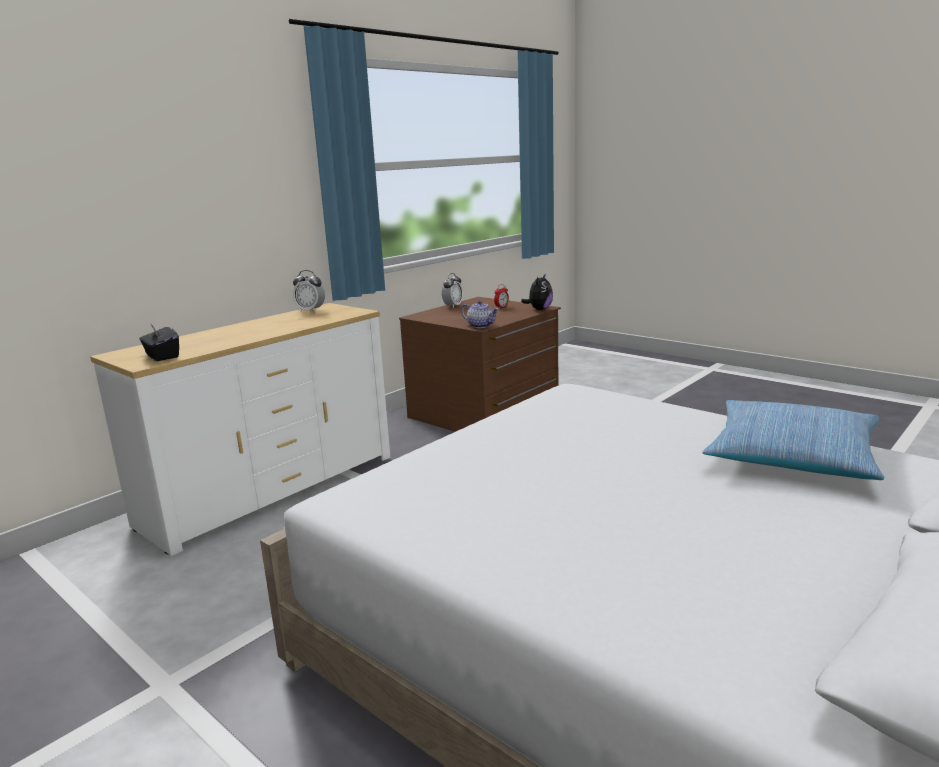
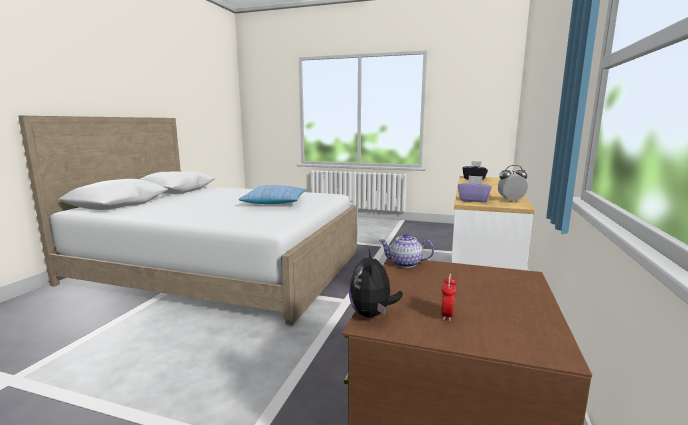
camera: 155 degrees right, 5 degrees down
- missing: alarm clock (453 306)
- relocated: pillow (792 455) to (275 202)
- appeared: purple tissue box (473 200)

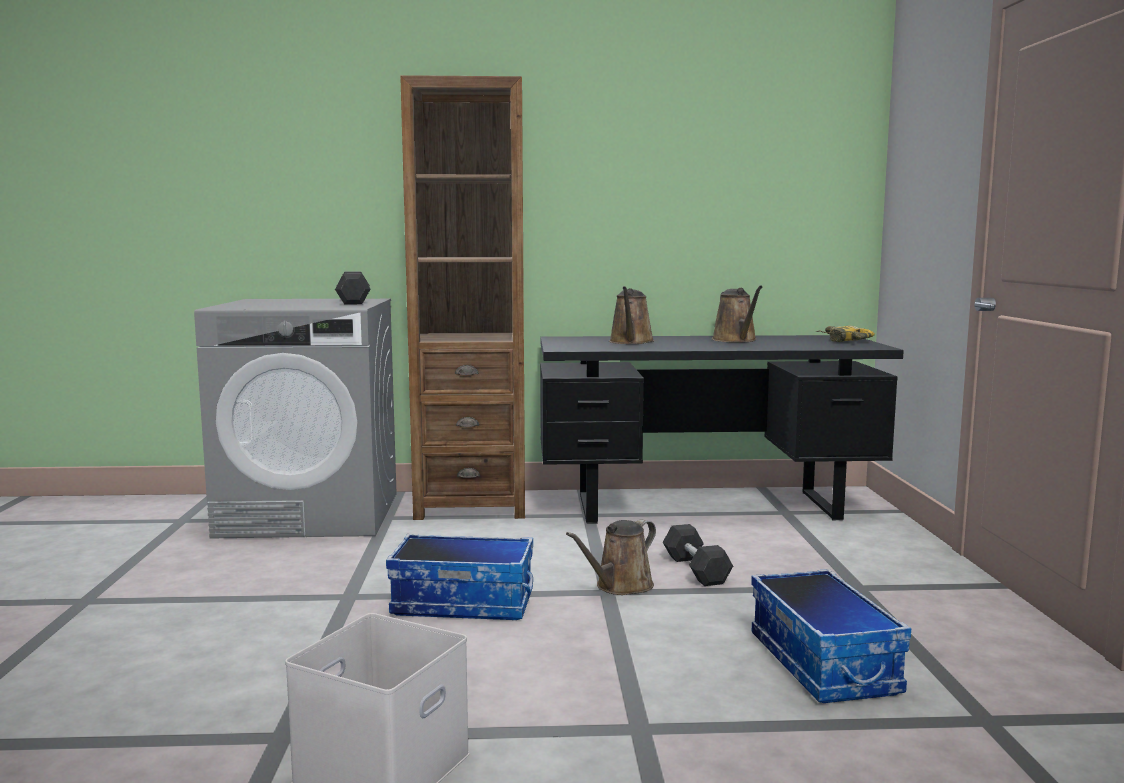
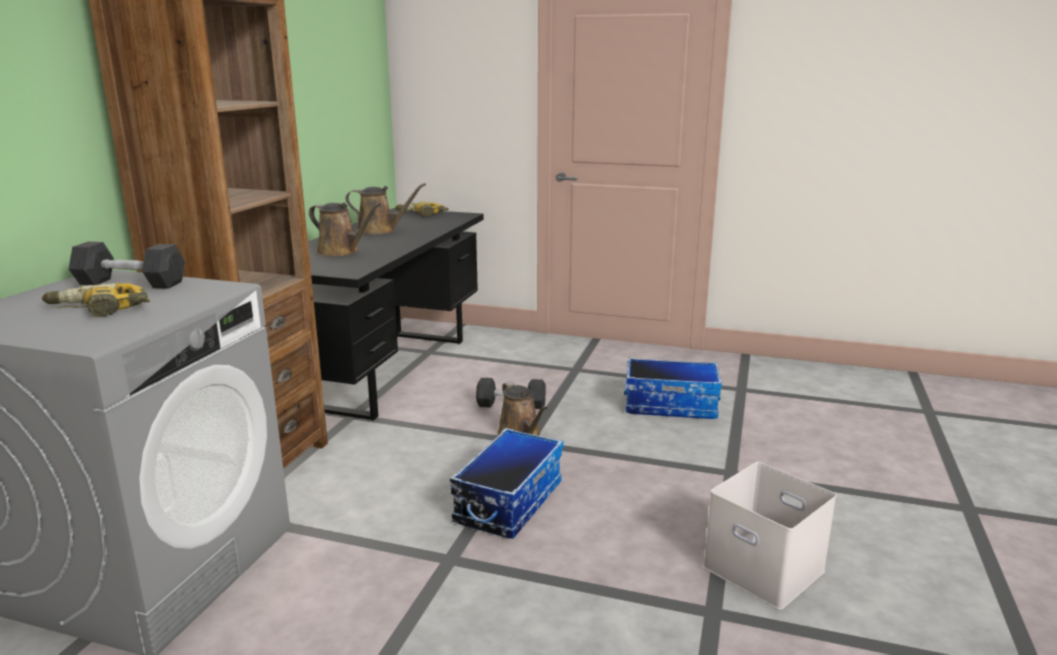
camera: 70 degrees left, 10 degrees up
- appeared: power drill (98 310)

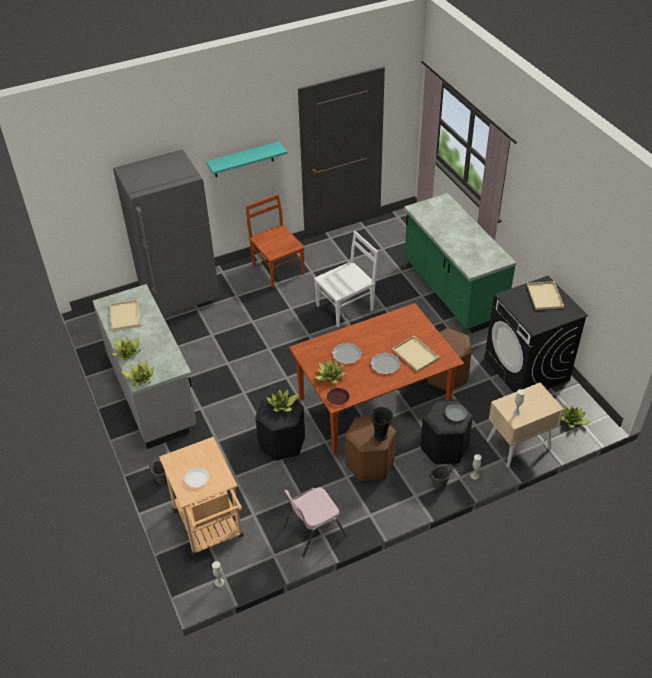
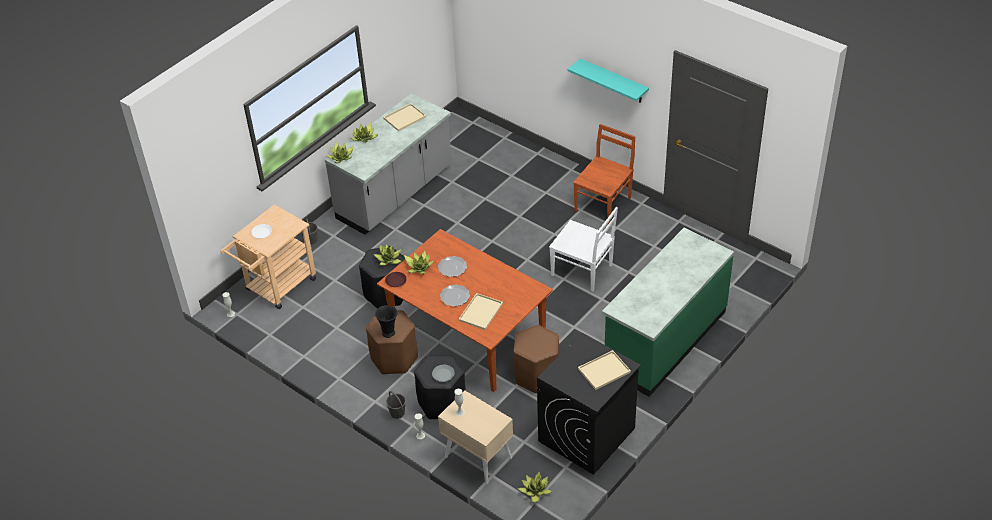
camera: 65 degrees right, 0 degrees up
- missing: grey fridge (180 296)
- missing: pink chair (313 531)

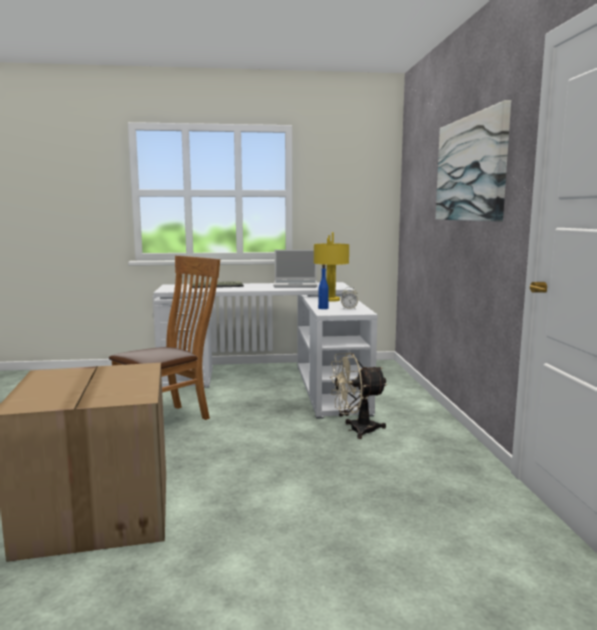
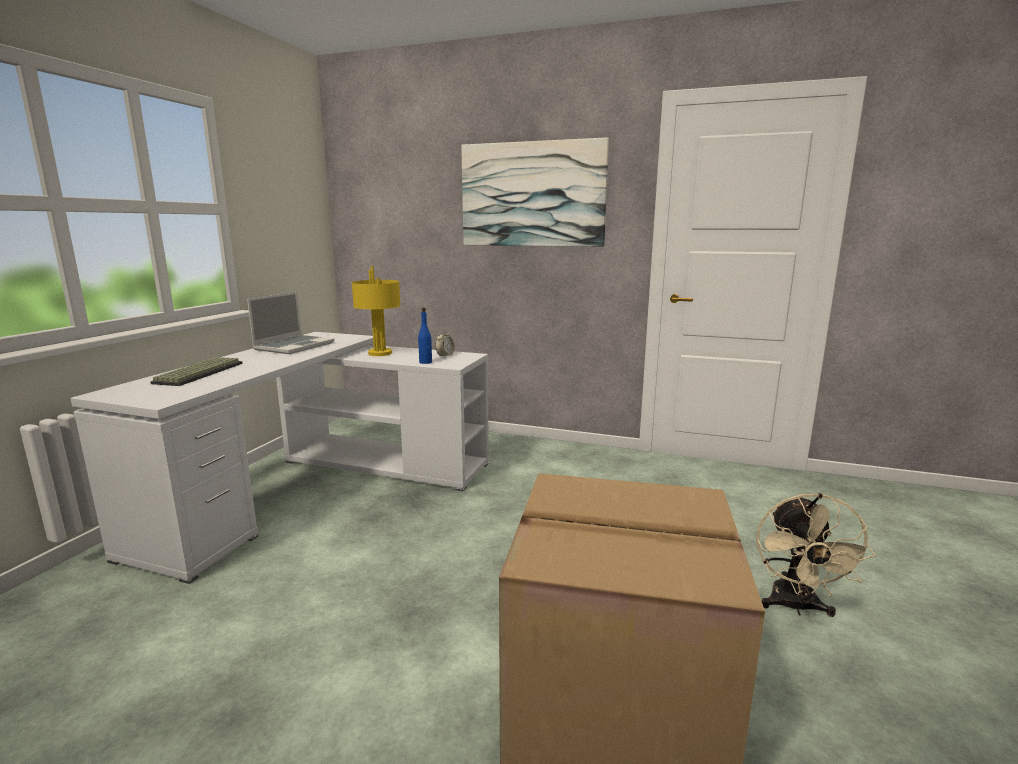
camera: 65 degrees left, 5 degrees up
- missing: brown chair (169 420)
- relocated: beige fan (356 430) to (796 607)

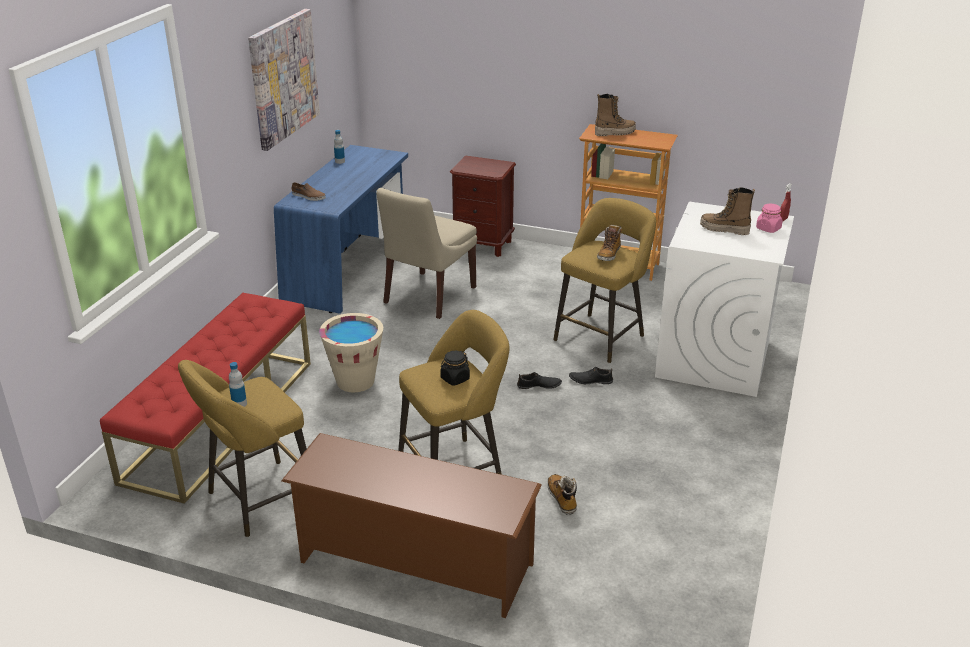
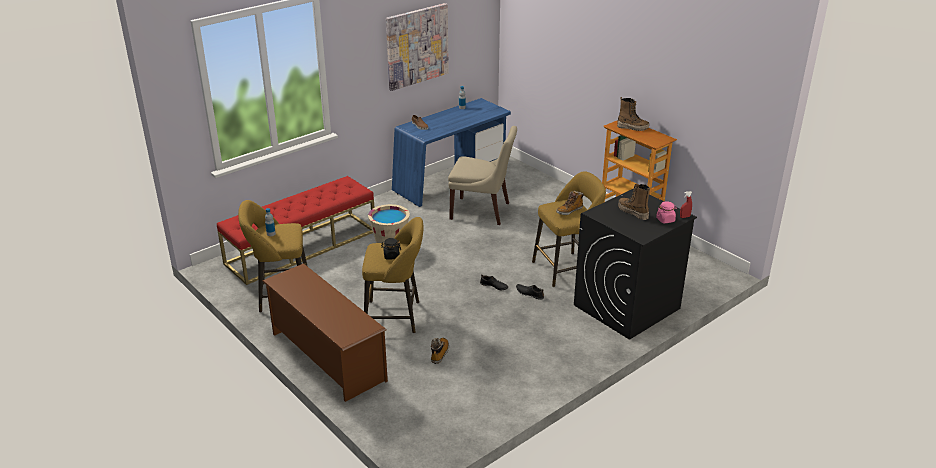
camera: 30 degrees right, 0 degrees up
- missing: brown nightstand (482 245)
- spun: beige chair (428 296) = (482 211) 135 degrees counterclockwise
- colour: white washing machine (713 359) to black washing machine (626 307)

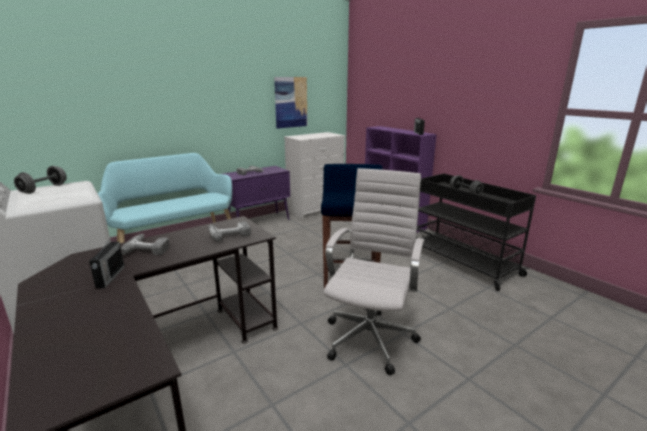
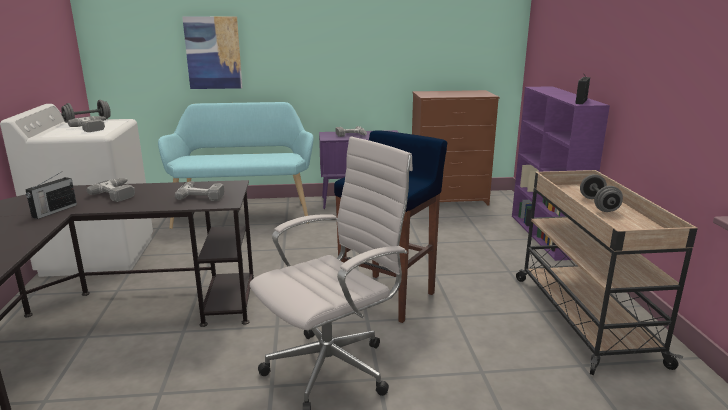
camera: 30 degrees right, 0 degrees up
- relocated: picture (291 102) to (213 53)
- colour: white dresser (315 209) to brown dresser (449 199)
- colour: black cart (460 261) to beige cart (583 317)
- appeared: power drill (94 127)

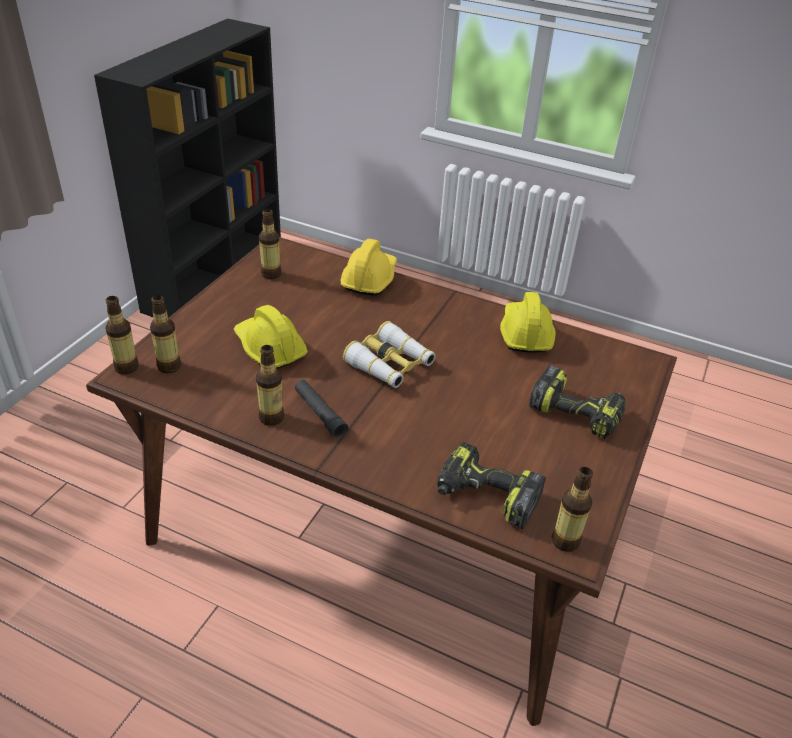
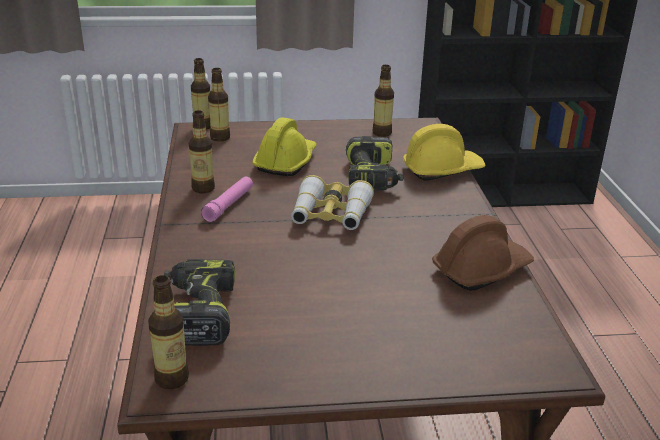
camera: 60 degrees right, 10 degrees down
- colour: yellow hard hat (525 333) to brown hard hat (481 270)
- relocated: power drill (577 412) to (373 177)
- colour: black flashlight (319 413) to pink flashlight (229 205)

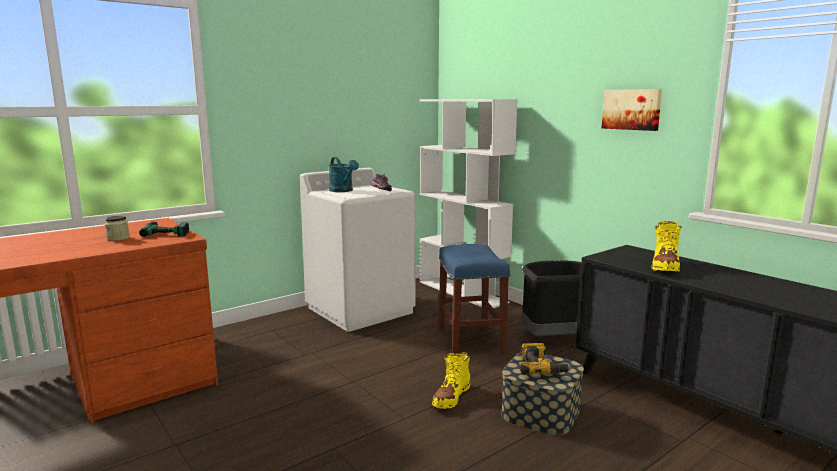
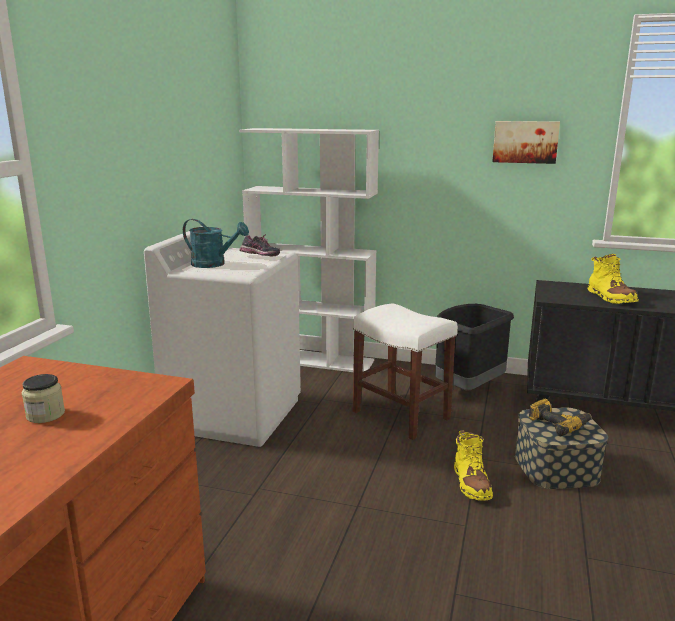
camera: 35 degrees left, 5 degrees up
- missing: power drill (167 231)
- colour: blue stool (469 341) to white stool (399 415)

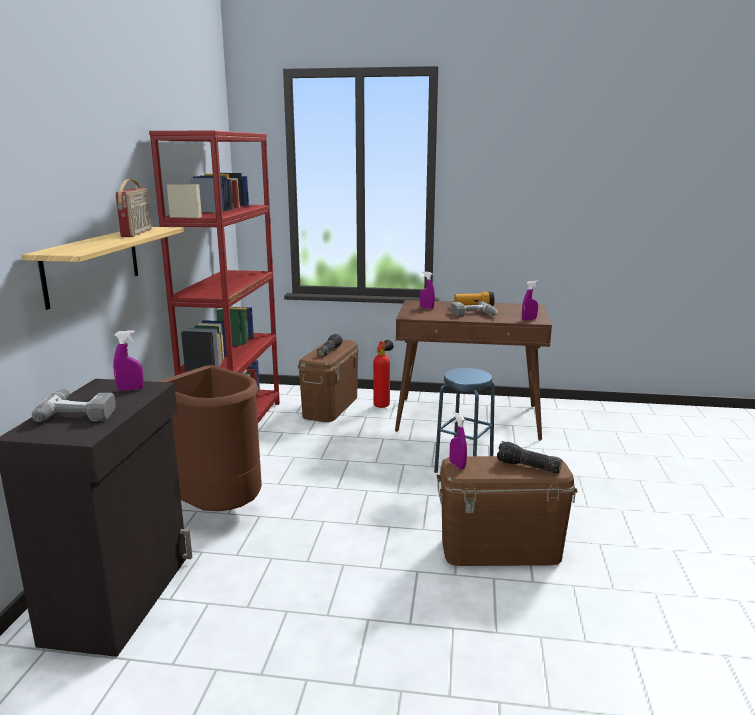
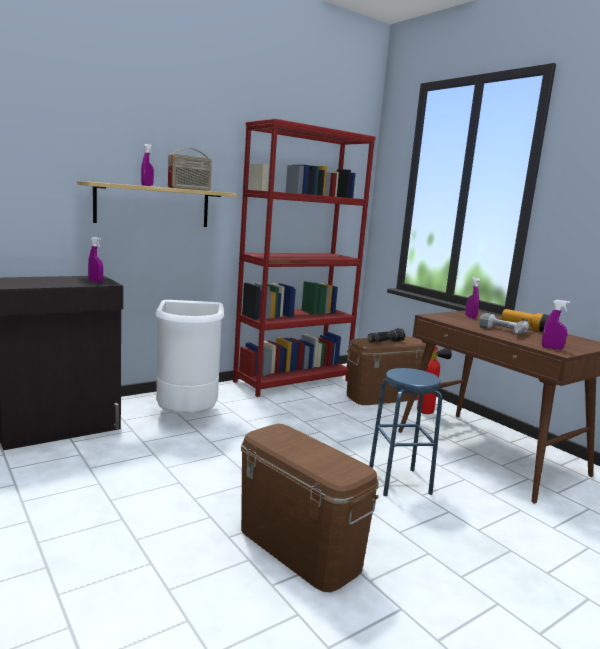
camera: 45 degrees right, 5 degrees down
- colour: brown trash can (218 508) to white trash can (187 415)
- missing: power drill (80 411)
- relocated: purple spray bottle (457 465) to (147 185)
- missing: flashlight (527 467)

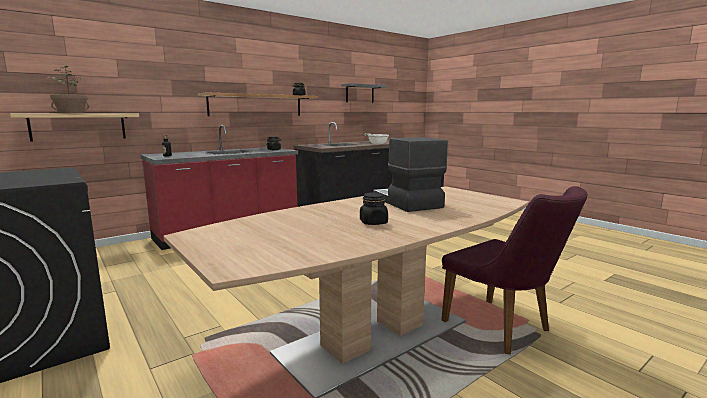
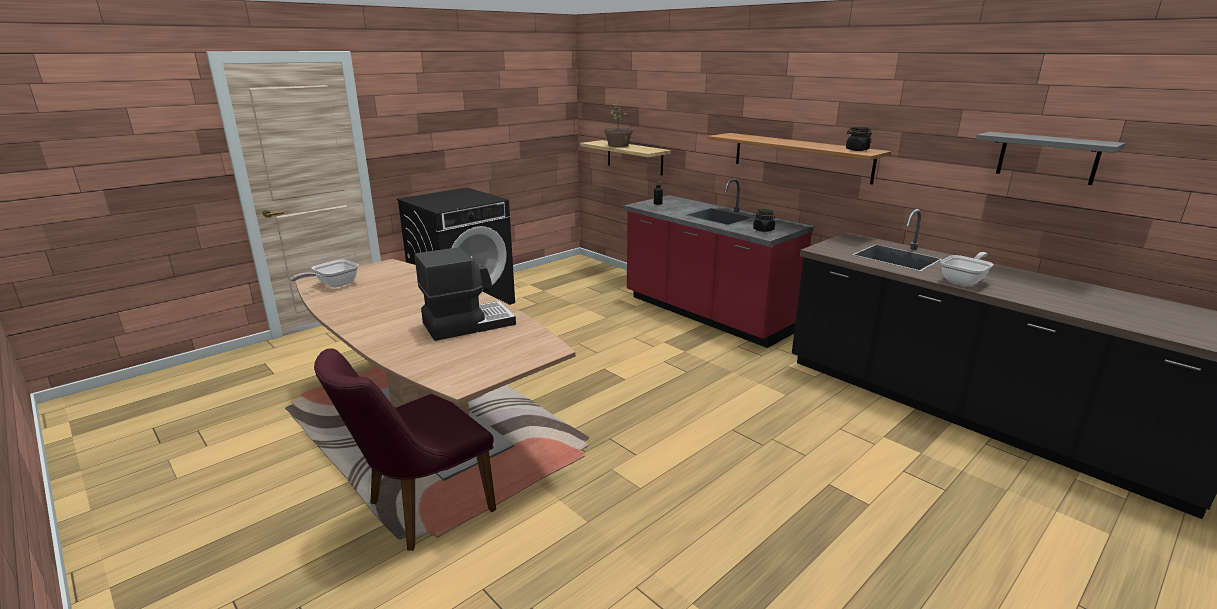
camera: 85 degrees right, 10 degrees up
- missing: black jar (373 222)
- appeared: frying pan (333 285)

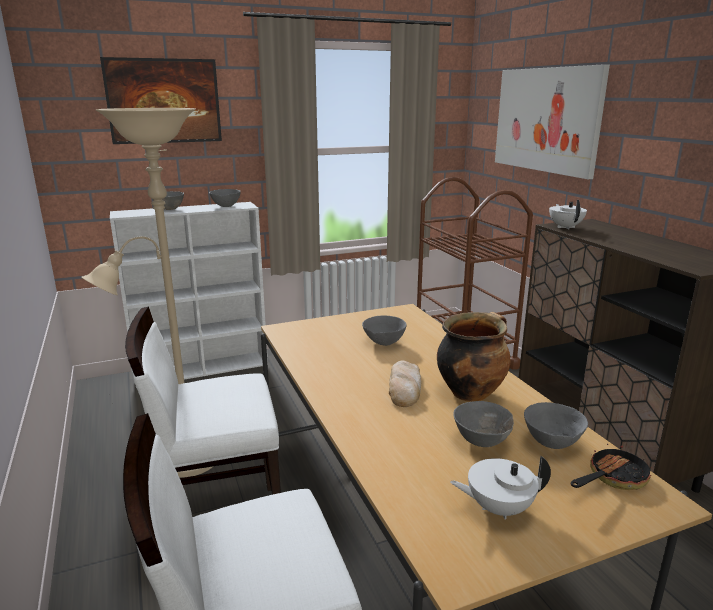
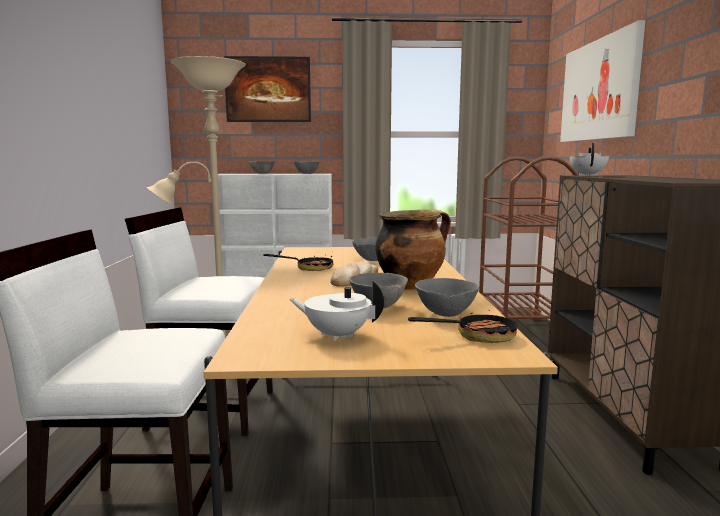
camera: 20 degrees right, 10 degrees down
- appeared: frying pan (309 268)

